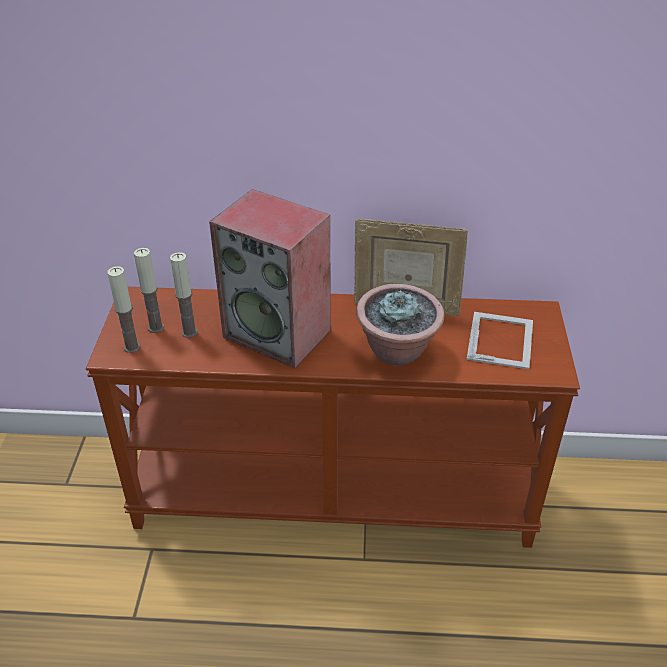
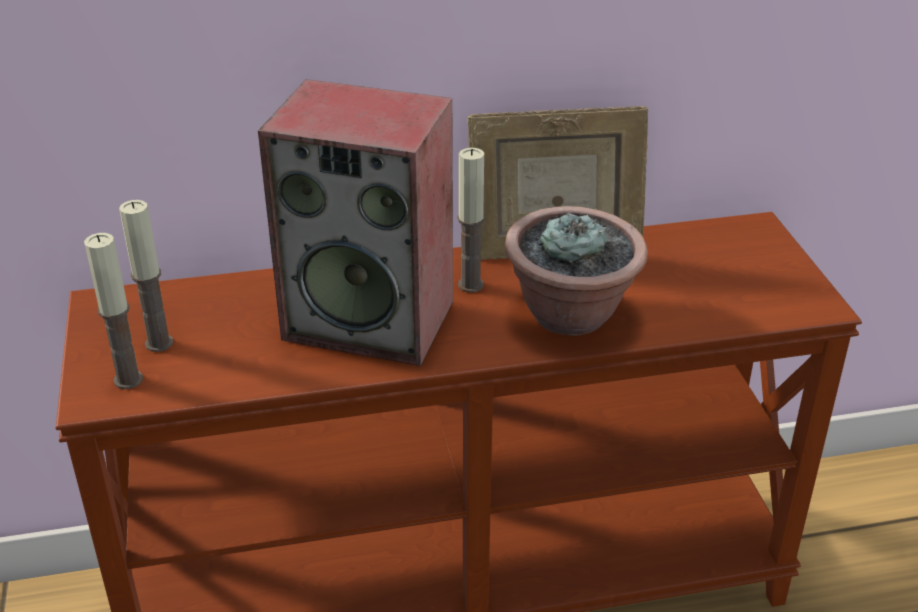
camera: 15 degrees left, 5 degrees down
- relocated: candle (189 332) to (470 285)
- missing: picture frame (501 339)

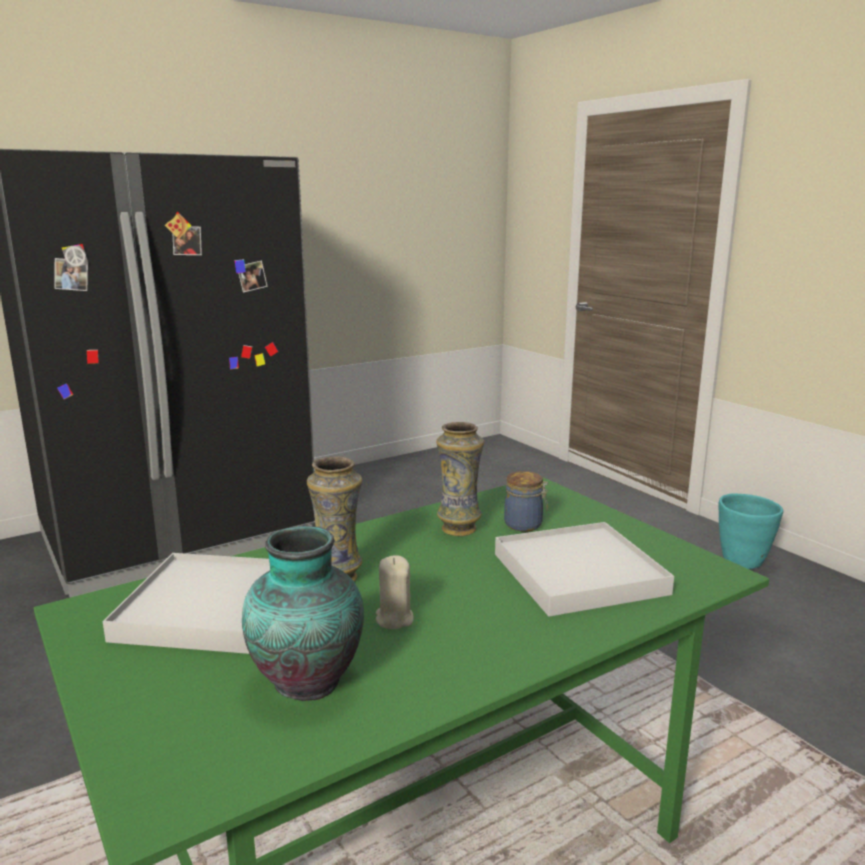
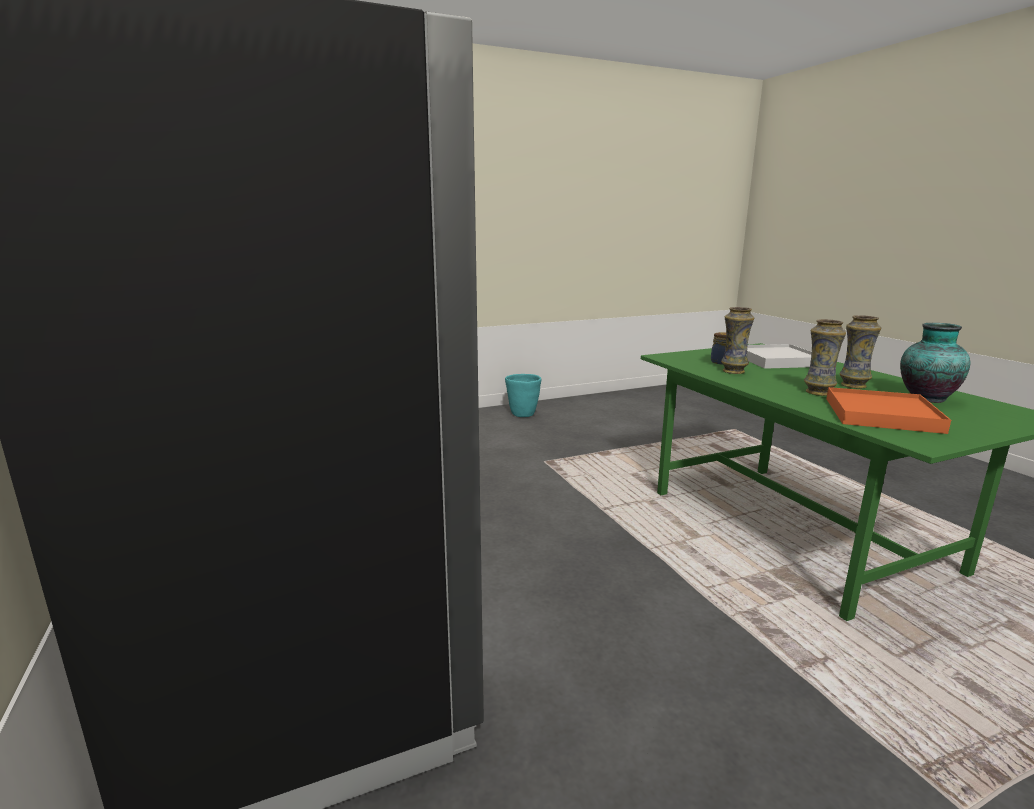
camera: 80 degrees left, 0 degrees up
- colour: white tray (210 608) to orange tray (881 415)
- exchanged: beige candle (394 619) to vase (852 385)

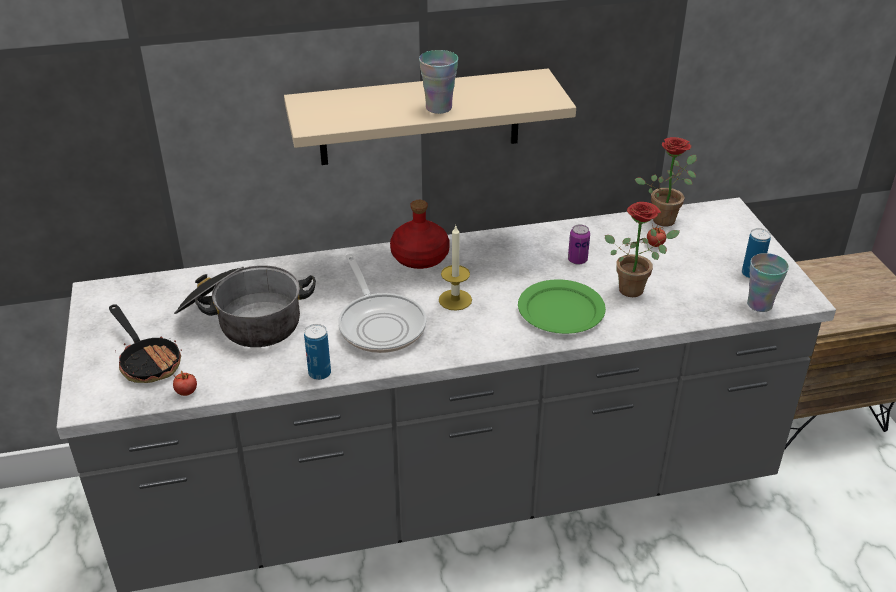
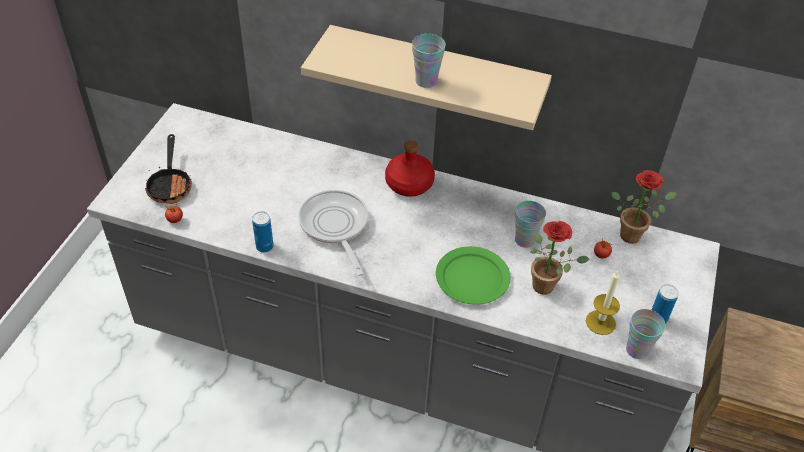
camera: 30 degrees right, 10 degrees up
- exchanged: can (577 260) to cup (525 240)
- relocated: candle (455 300) to (600 322)
- spun: frying pan (380 324) = (335 227) 150 degrees clockwise
- missing: cooking pot (244 321)

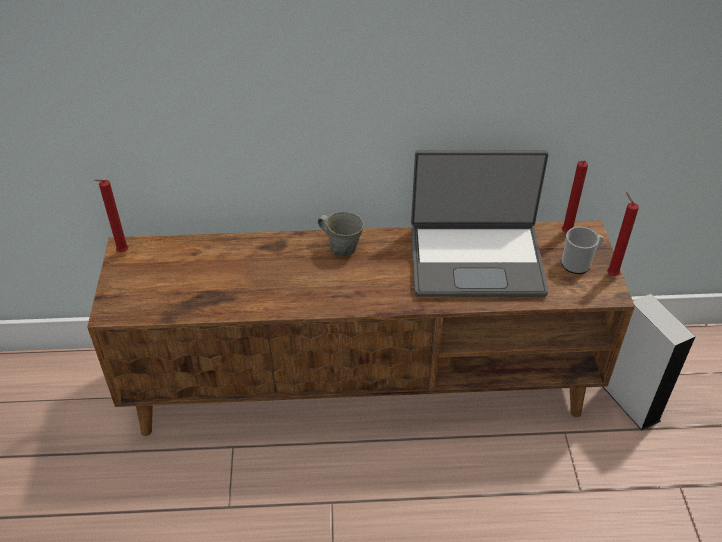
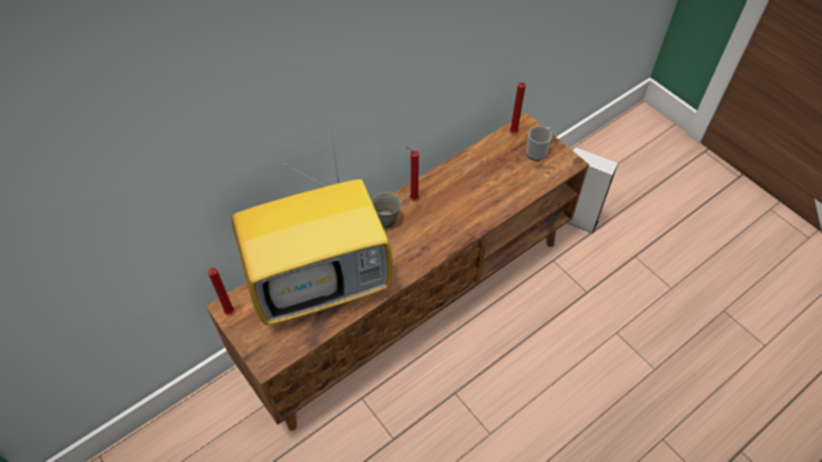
camera: 35 degrees left, 10 degrees up
- missing: laptop (476 260)
- relocated: red candle (610 274) to (412 198)
- appeared: television (322 281)

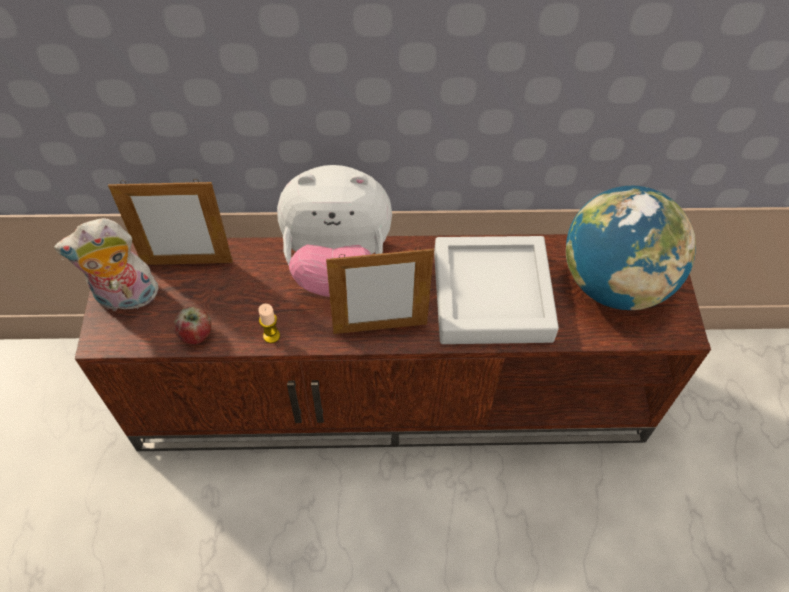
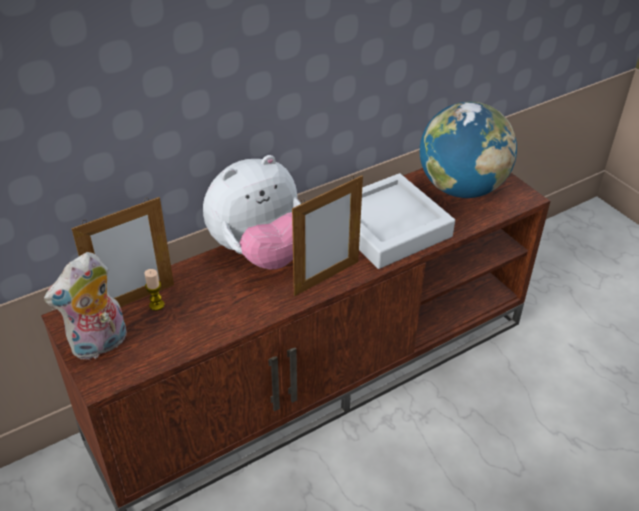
camera: 30 degrees left, 15 degrees down
- relocated: candle (271 336) to (156 305)
- missing: apple (196 334)

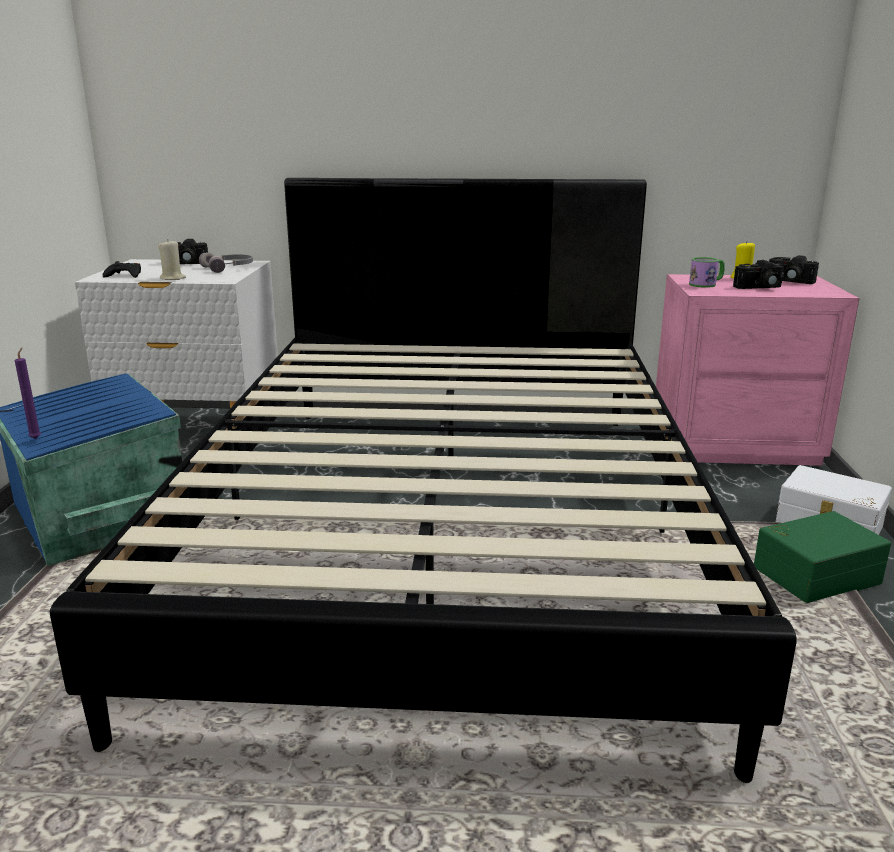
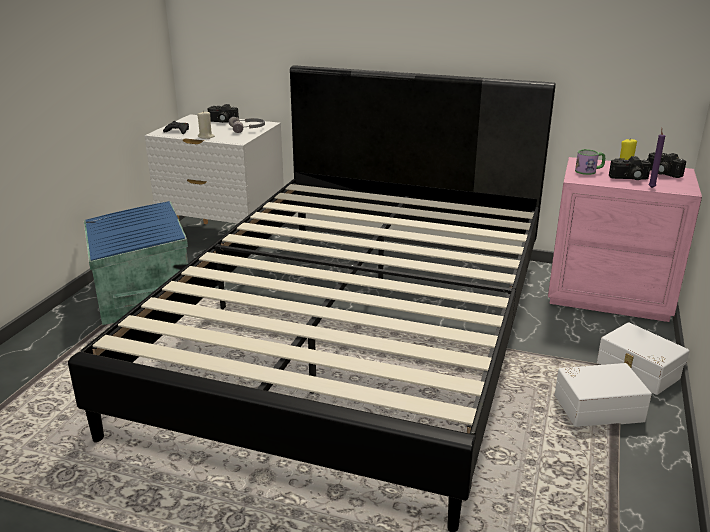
camera: 15 degrees right, 5 degrees up
- relocated: purple candle (36 438) to (651 187)
- colour: green storage box (814 574) to white storage box (597 407)

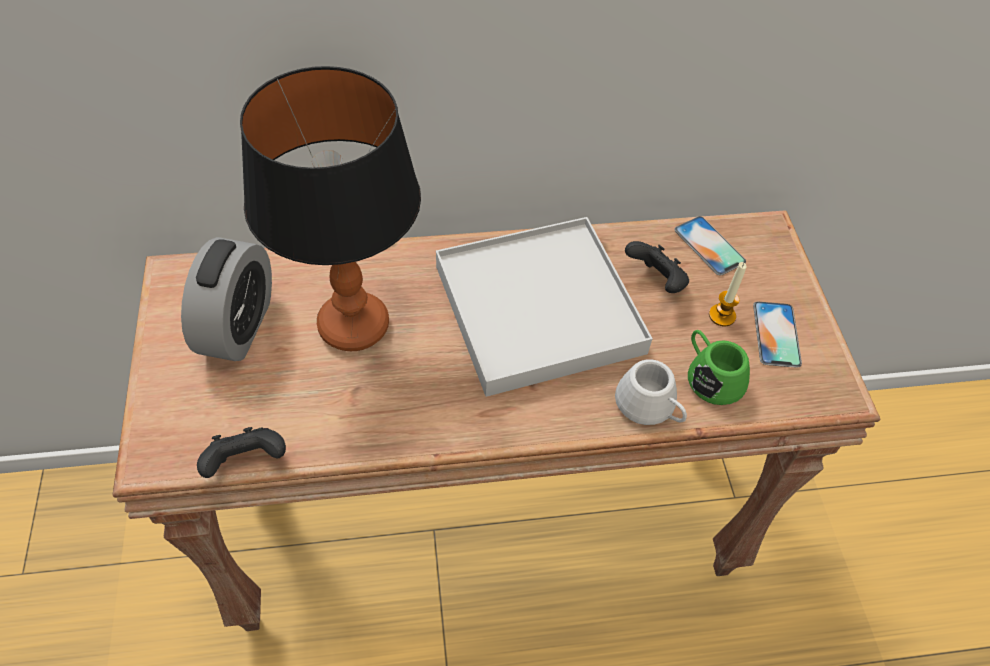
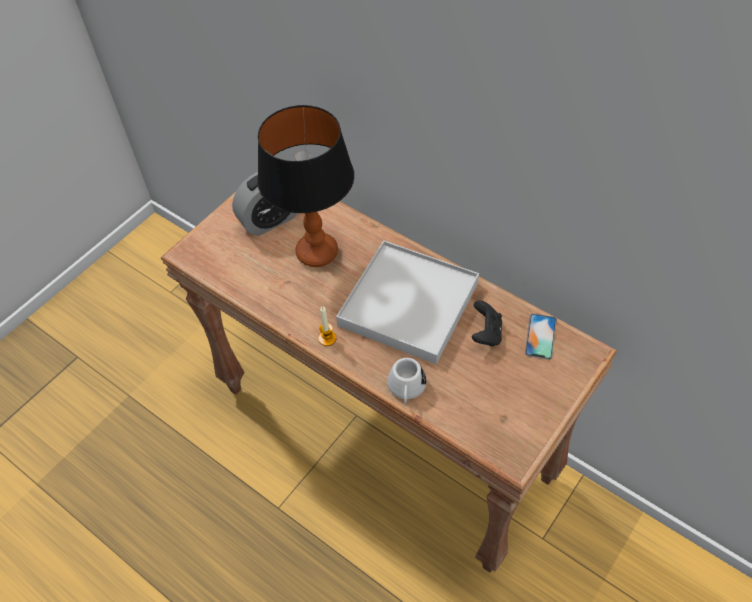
camera: 50 degrees right, 0 degrees up
- relocated: candle (722 315) to (327 338)
- missing: phone (776 334)
- missing: green mug (710 376)
- missing: black game controller (246 462)

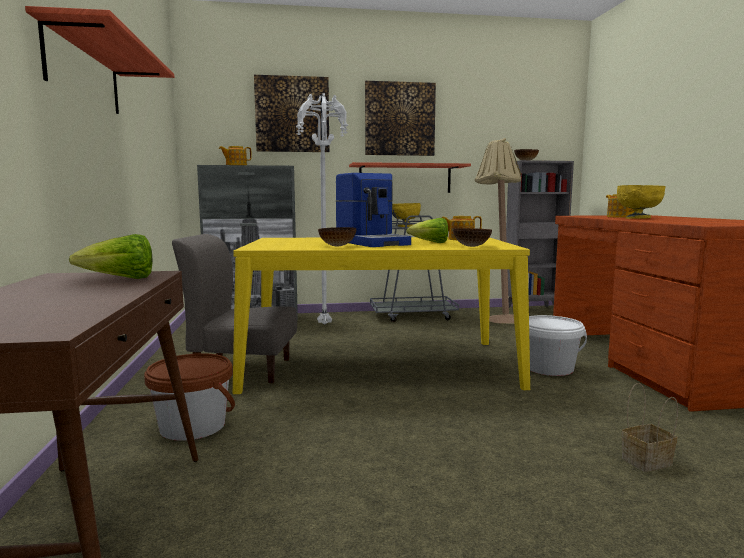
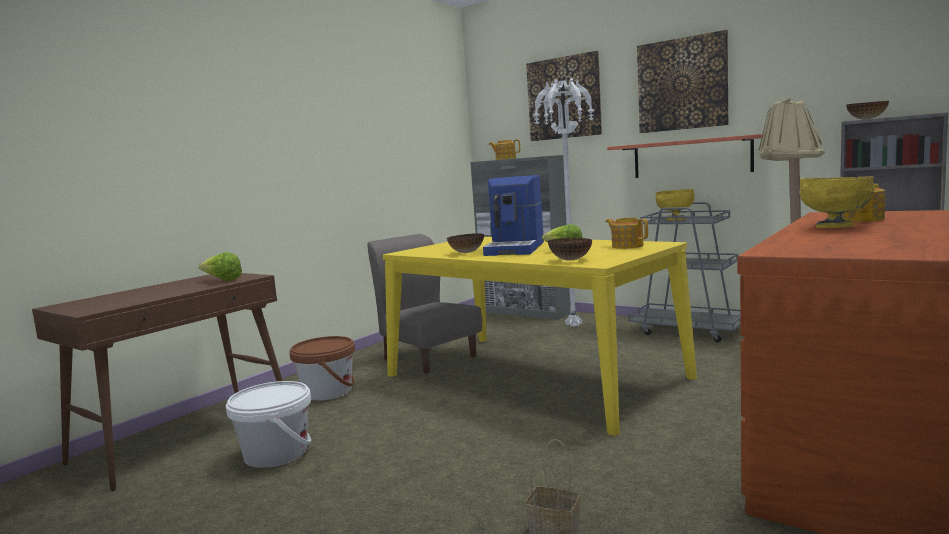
camera: 45 degrees right, 0 degrees up
- missing: shelf (84 73)
- relocated: white bucket (549 368) to (276 453)

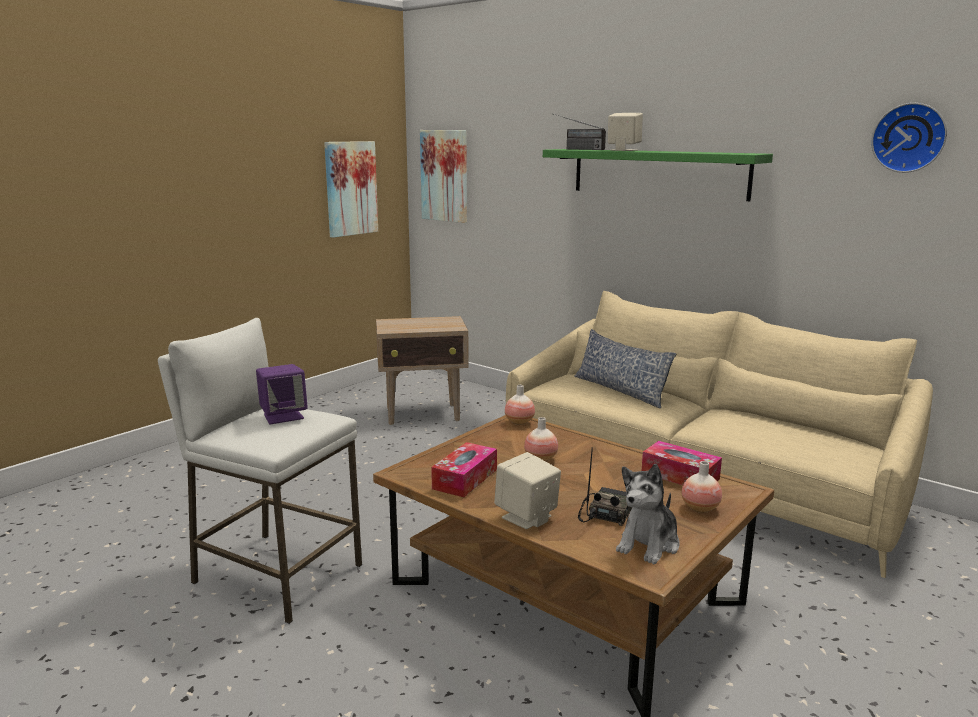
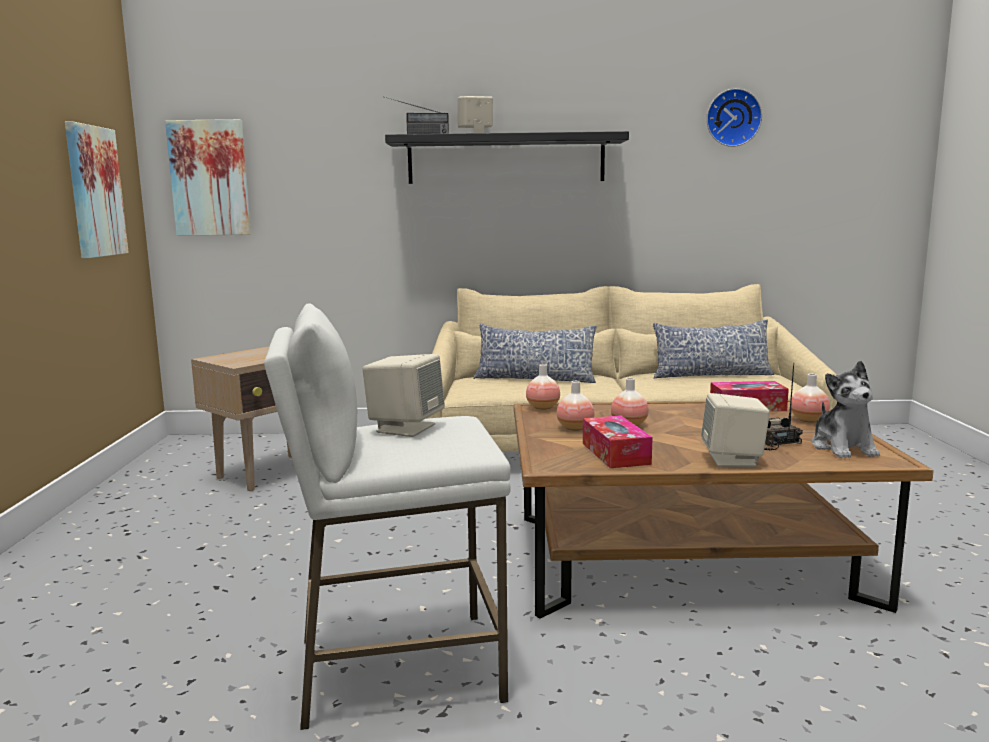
camera: 40 degrees left, 5 degrees down
- colour: green shelf (658 173) to black shelf (506 159)
- colour: purple speaker (283 416) to beige speaker (405 428)
- appeared: pillow (711 375)
- appeared: vase (575 428)

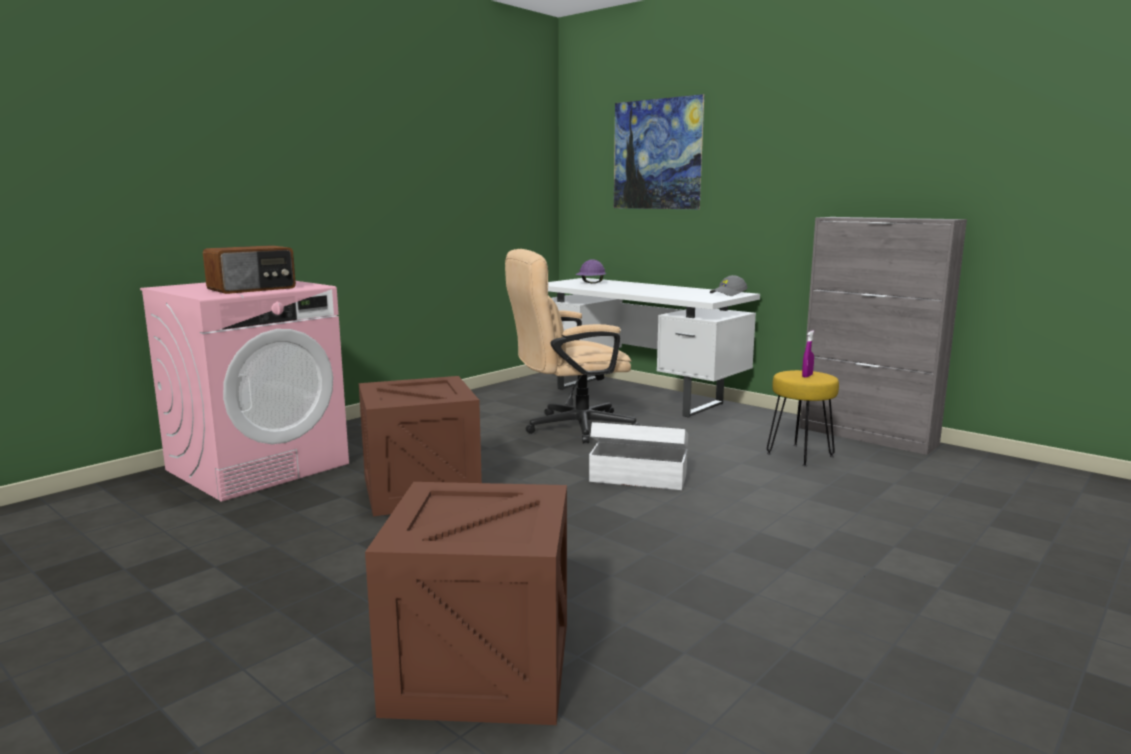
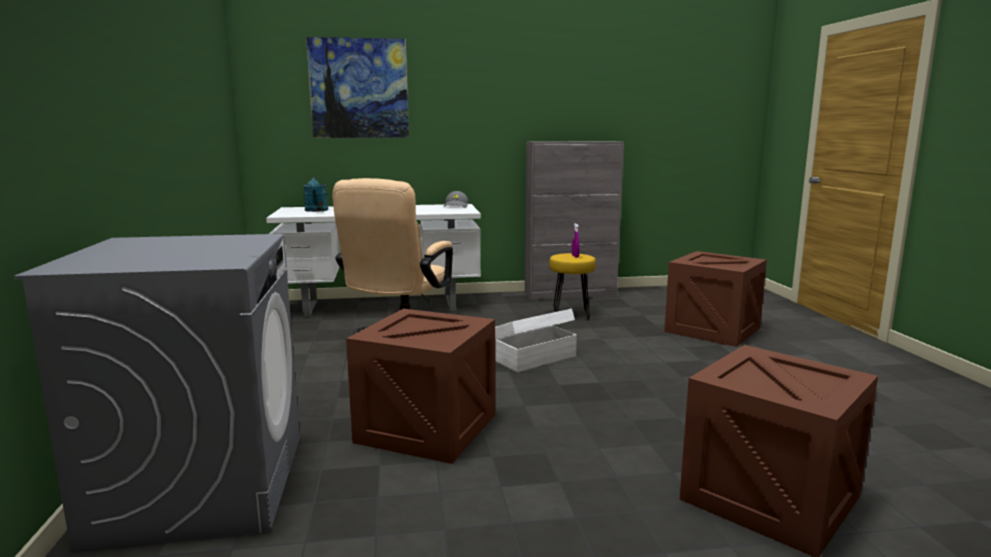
camera: 50 degrees left, 0 degrees up
- missing: radio (252 289)
- exchanged: purple hard hat (591 283) to turquoise watering can (316 210)
- colour: pink washing machine (259 466) to grey washing machine (202 486)
- appeared: crate (712 330)

